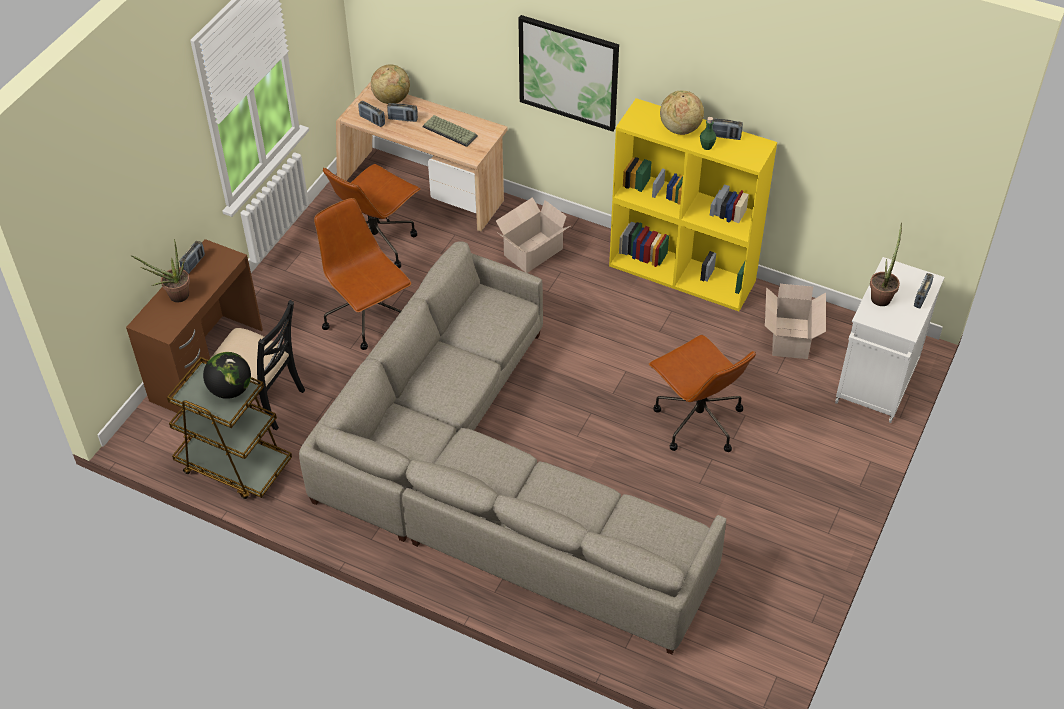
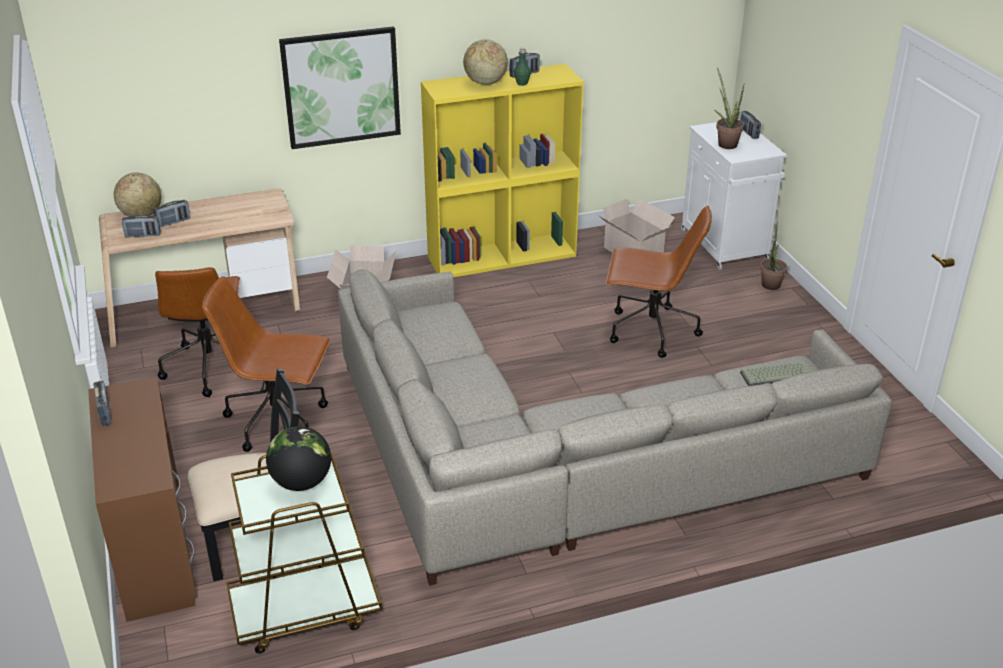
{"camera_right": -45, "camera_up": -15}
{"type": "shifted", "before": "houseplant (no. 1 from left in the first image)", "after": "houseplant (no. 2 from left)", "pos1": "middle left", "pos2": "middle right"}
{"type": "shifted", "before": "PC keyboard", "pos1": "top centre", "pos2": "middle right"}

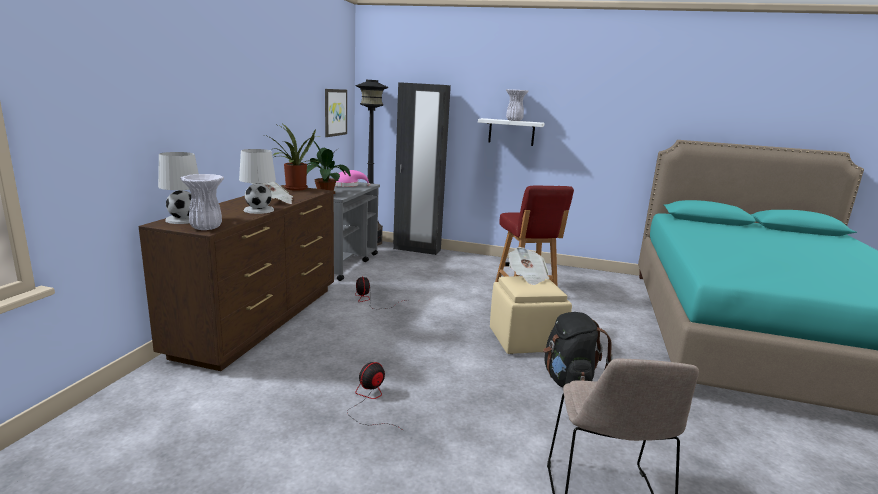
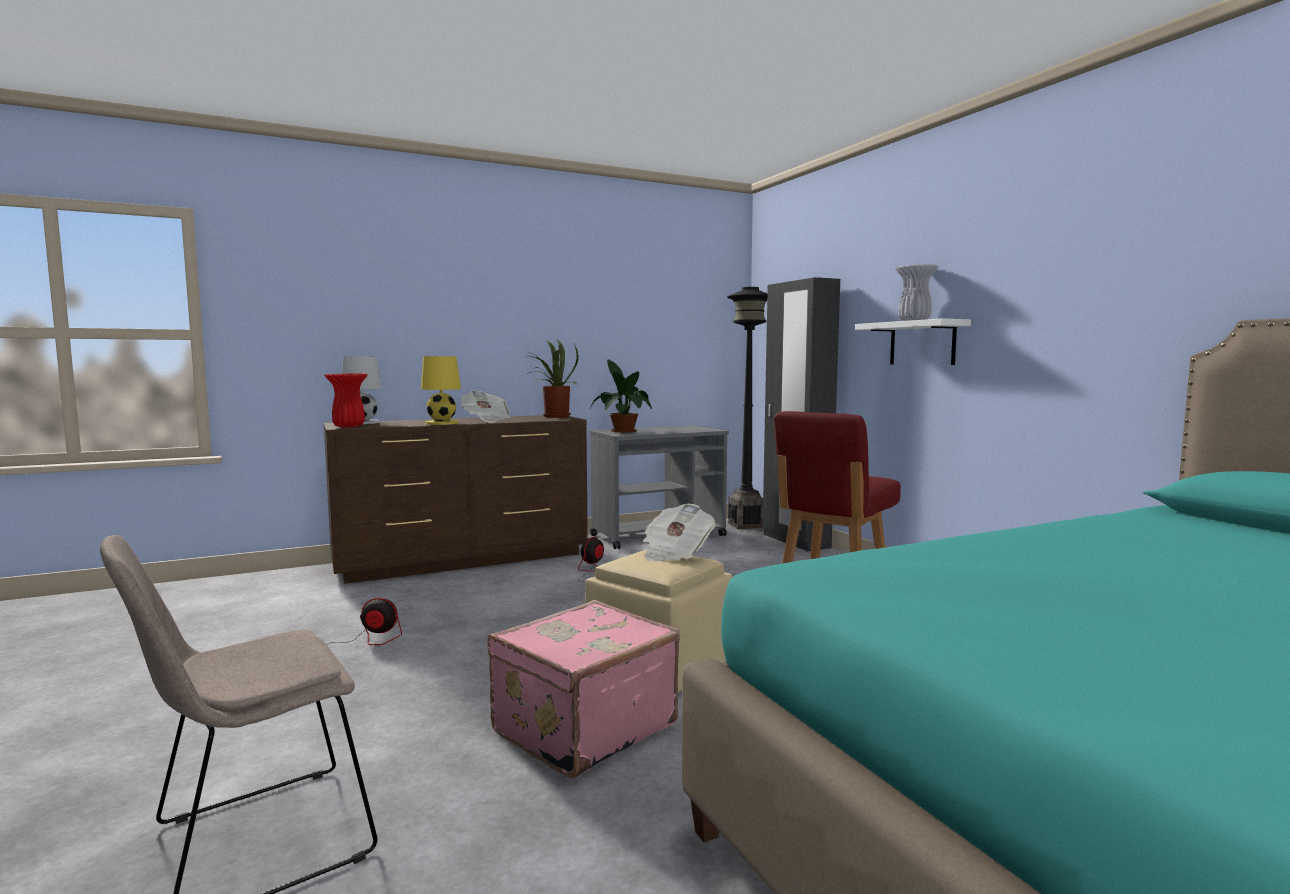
{"camera_right": 50, "camera_up": -10}
{"type": "gone", "before": "picture", "pos1": "top centre"}
{"type": "gone", "before": "pinkish wearable hat", "pos1": "centre"}
{"type": "swapped", "before": "black backpack", "after": "pinkish travel case", "pos1": "bottom centre", "pos2": "bottom centre"}
{"type": "repainted", "before": "white vase (no. 1 from left)", "after": "reddish vase", "pos1": "middle left", "pos2": "middle left"}
{"type": "repainted", "before": "white lamp for a table (no. 2 from left)", "after": "yellow-coloured lamp for a table", "pos1": "middle left", "pos2": "centre"}

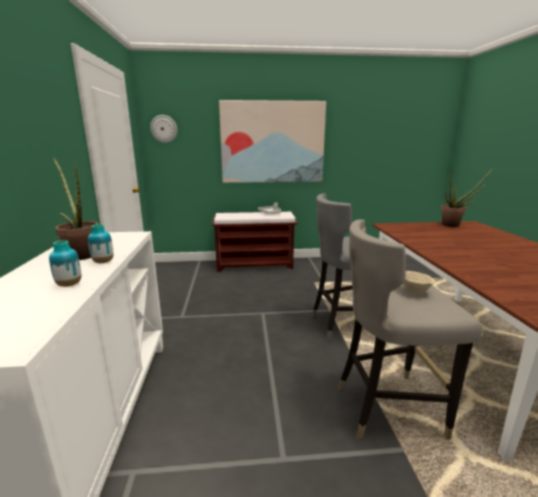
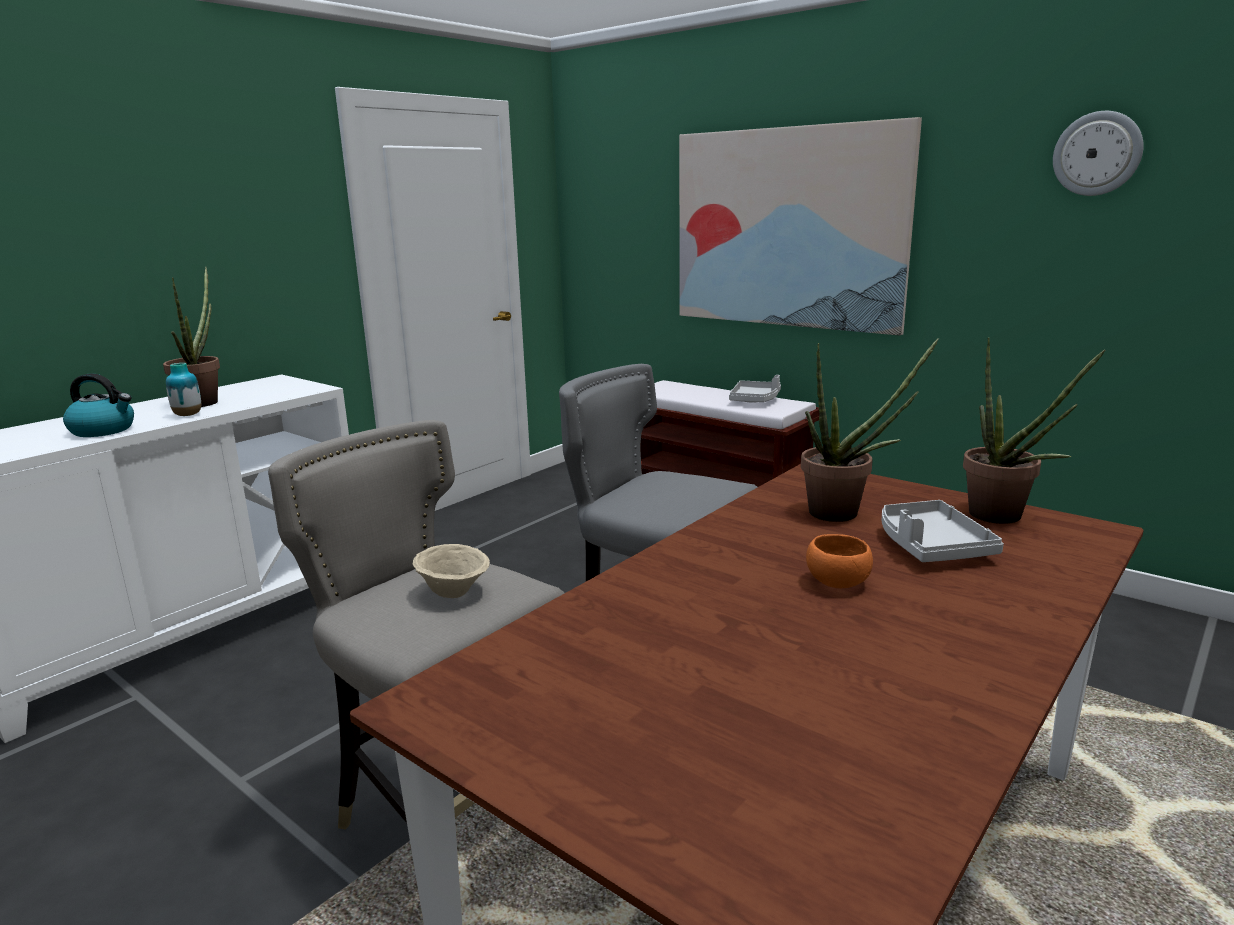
{"camera_right": 45, "camera_up": 0}
{"type": "new", "after": "houseplant (no. 2 from left)", "pos2": "middle right"}
{"type": "new", "after": "orange-coloured bowl", "pos2": "middle right"}
{"type": "new", "after": "greyish tray (no. 2 from left)", "pos2": "middle right"}
{"type": "shifted", "before": "hanging clock", "pos1": "top left", "pos2": "top right"}
{"type": "swapped", "before": "vase (no. 1 from left)", "after": "kettle", "pos1": "middle left", "pos2": "middle left"}

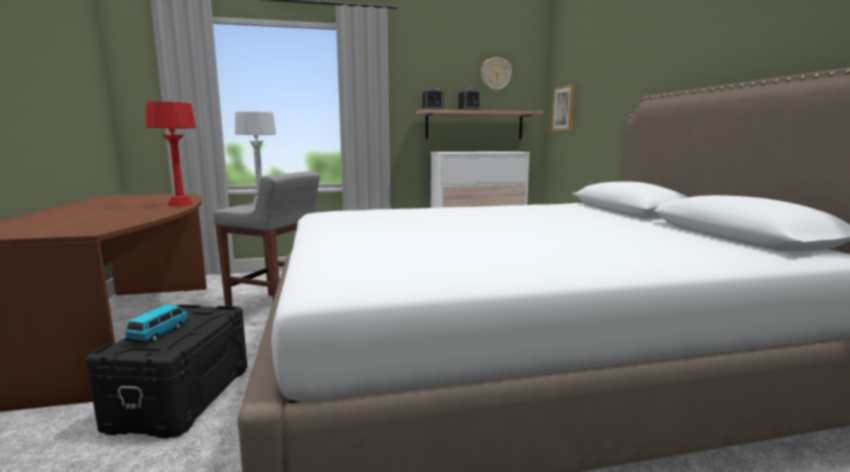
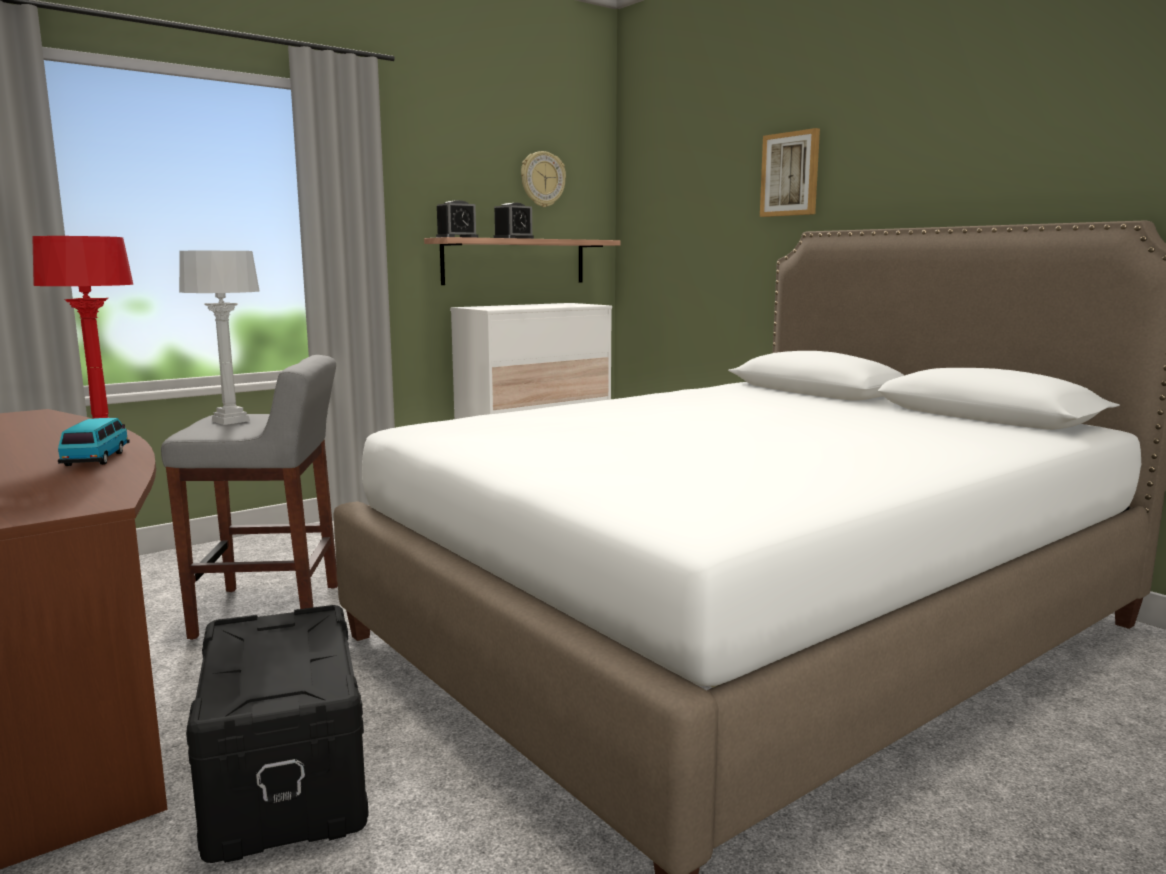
{"camera_right": -25, "camera_up": 0}
{"type": "shifted", "before": "model car", "pos1": "bottom left", "pos2": "middle left"}
{"type": "shifted", "before": "picture", "pos1": "top centre", "pos2": "top right"}

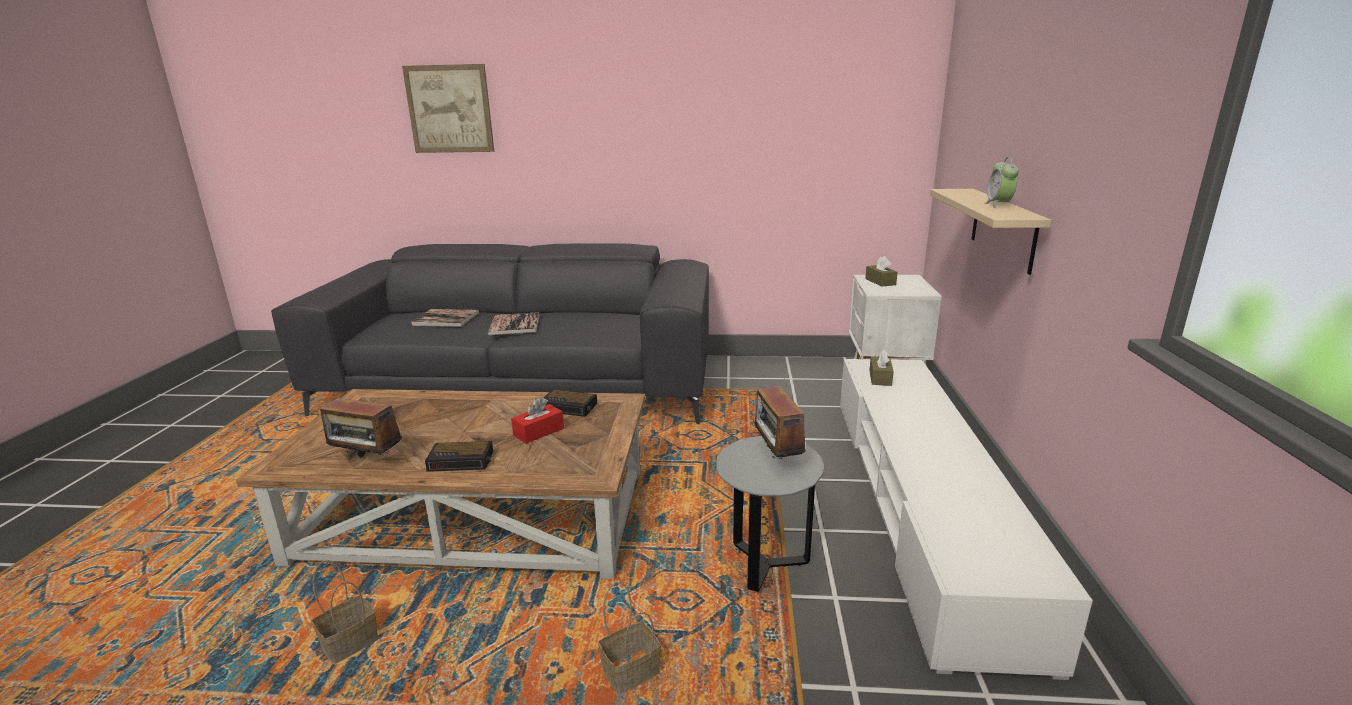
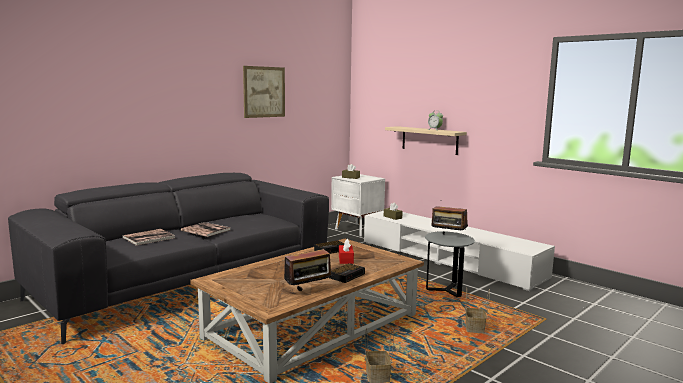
{"camera_right": -50, "camera_up": -10}
{"type": "shifted", "before": "picture", "pos1": "top left", "pos2": "top centre"}

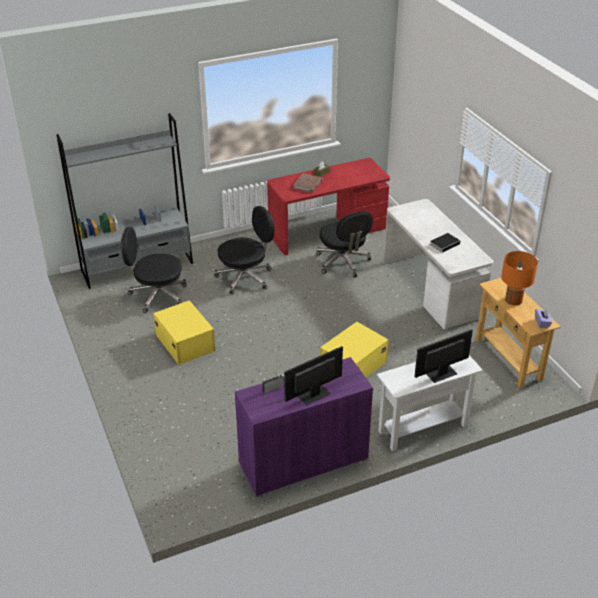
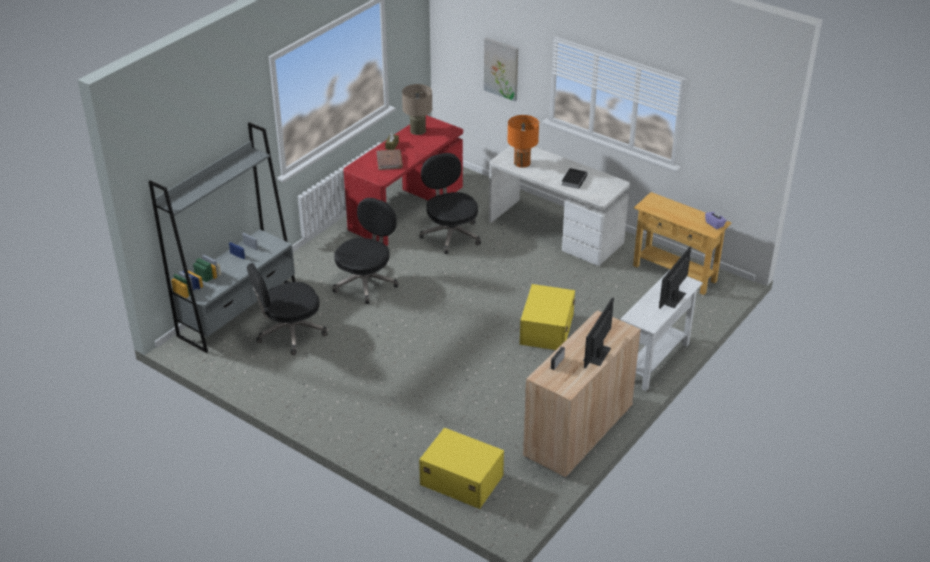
{"camera_right": -30, "camera_up": 0}
{"type": "new", "after": "beige-coloured lamp for a table", "pos2": "top centre"}
{"type": "new", "after": "picture", "pos2": "top centre"}
{"type": "shifted", "before": "yellow-coloured storage box (no. 1 from left)", "pos1": "middle left", "pos2": "bottom centre"}
{"type": "shifted", "before": "orange-coloured lamp for a table", "pos1": "middle right", "pos2": "top centre"}
{"type": "repainted", "before": "purplish storage cabinet", "after": "beige-coloured storage cabinet", "pos1": "bottom centre", "pos2": "bottom centre"}
{"type": "rotated", "before": "black computer chair (no. 3 from left)", "pos1": "centre", "pos2": "centre", "turn": -150}

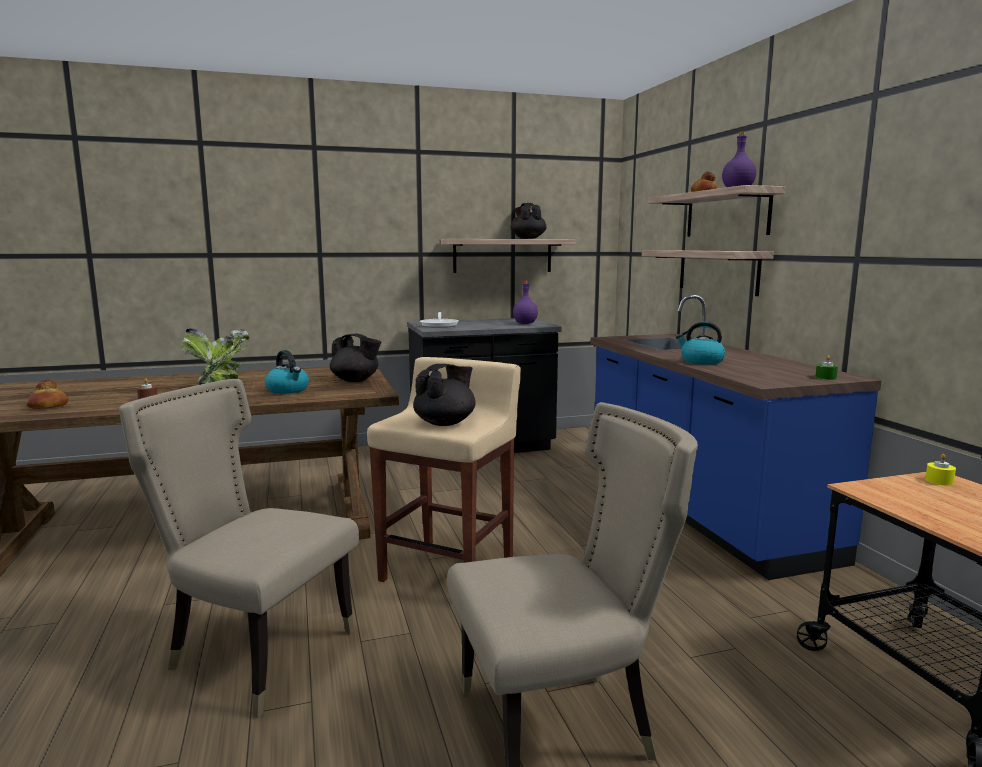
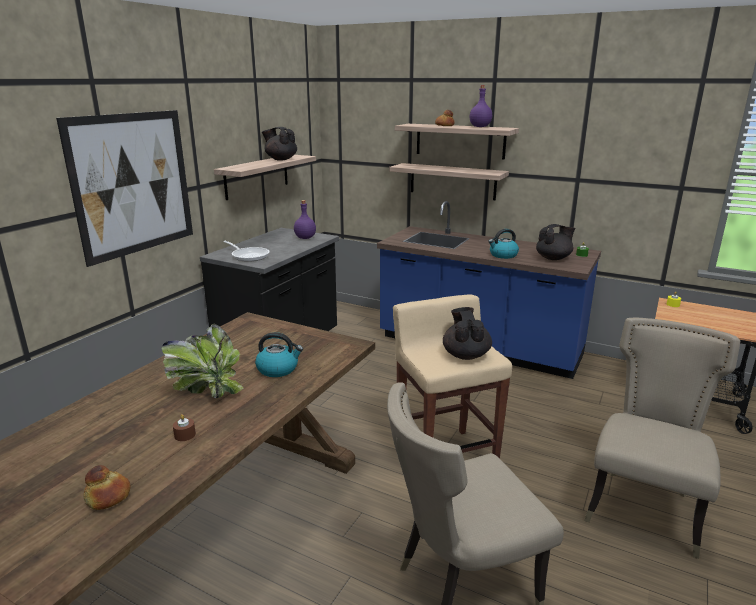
{"camera_right": -45, "camera_up": 10}
{"type": "new", "after": "picture", "pos2": "top left"}
{"type": "shifted", "before": "black tea pot (no. 1 from left in the first image)", "after": "black tea pot (no. 3 from left)", "pos1": "centre", "pos2": "middle right"}

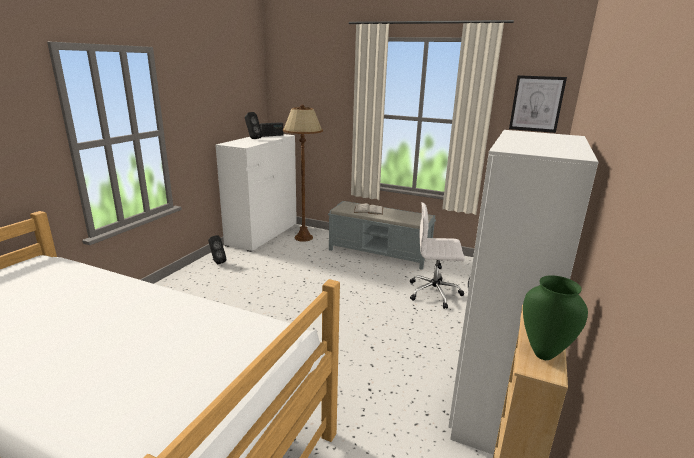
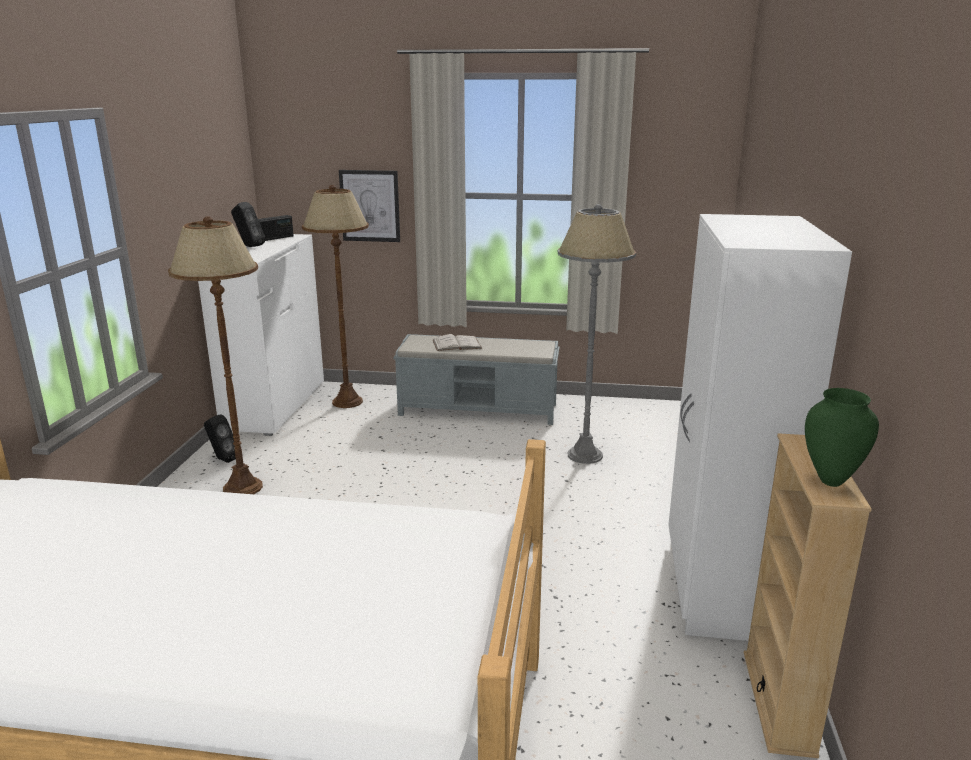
{"camera_right": -15, "camera_up": 0}
{"type": "new", "after": "brown floor lamp (no. 1 from left)", "pos2": "middle left"}
{"type": "shifted", "before": "picture", "pos1": "top right", "pos2": "top centre"}
{"type": "swapped", "before": "white computer chair", "after": "greyish floor lamp", "pos1": "centre", "pos2": "centre"}

